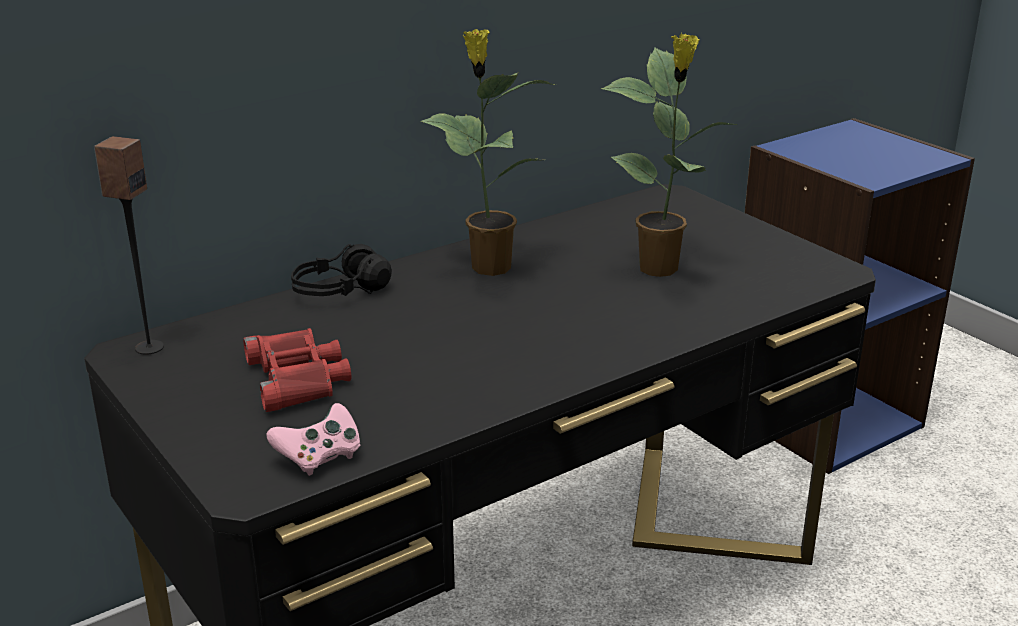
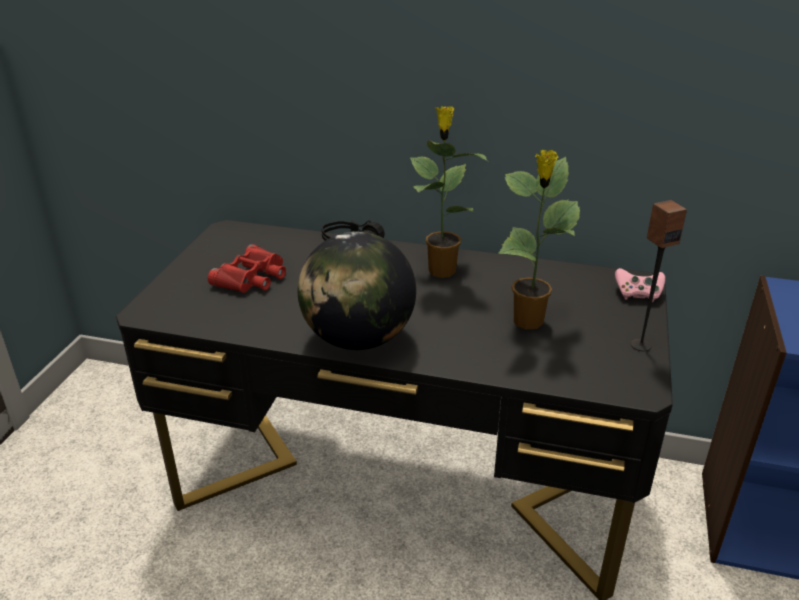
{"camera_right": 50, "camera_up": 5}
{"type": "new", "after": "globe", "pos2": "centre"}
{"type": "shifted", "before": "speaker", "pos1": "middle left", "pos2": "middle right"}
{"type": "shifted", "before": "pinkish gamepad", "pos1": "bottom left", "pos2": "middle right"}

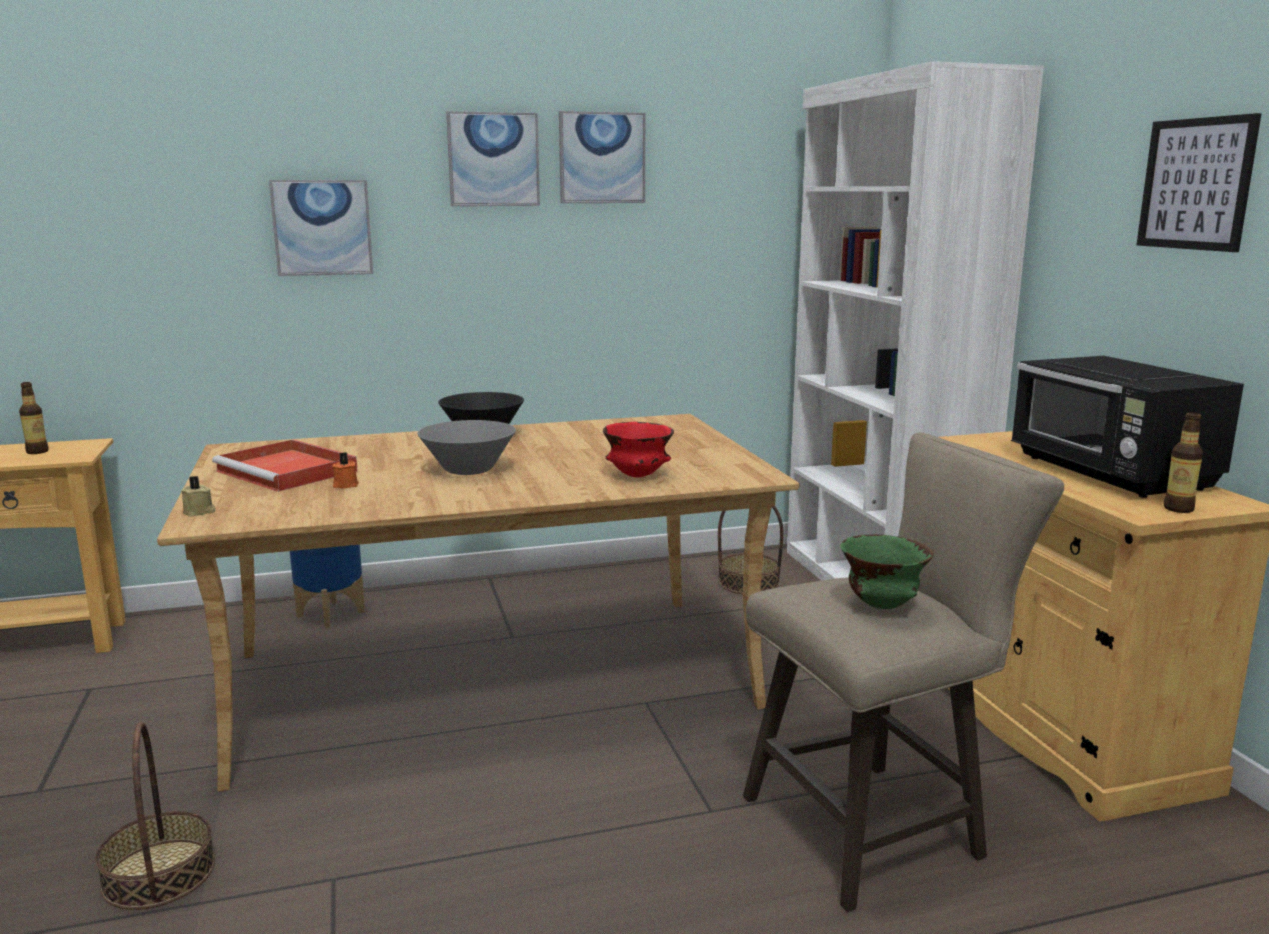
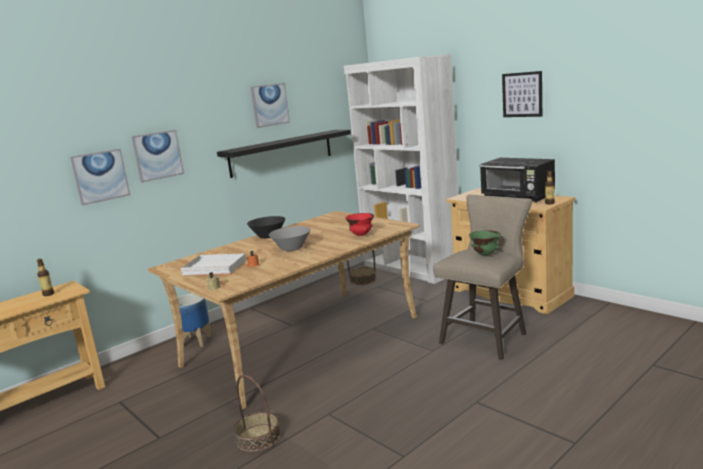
{"camera_right": -25, "camera_up": 0}
{"type": "new", "after": "black shelf", "pos2": "top centre"}
{"type": "shifted", "before": "picture (no. 2 from left in the first image)", "after": "picture (no. 1 from left)", "pos1": "top centre", "pos2": "middle left"}
{"type": "repainted", "before": "reddish tray", "after": "white tray", "pos1": "middle left", "pos2": "middle left"}

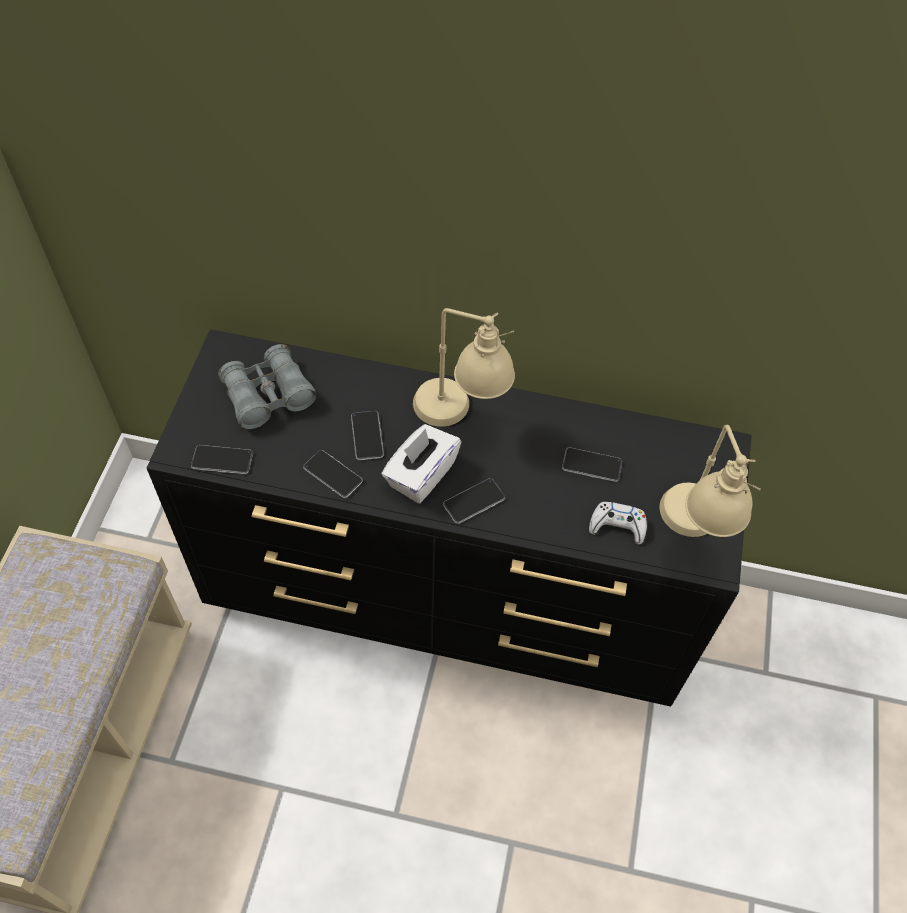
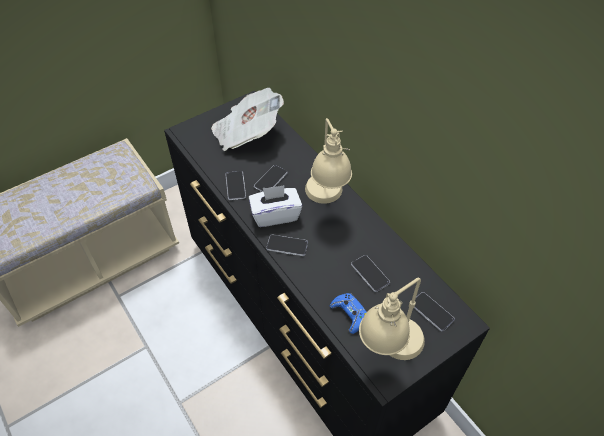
{"camera_right": 45, "camera_up": -5}
{"type": "shifted", "before": "handset (no. 1 from left in the first image)", "after": "handset (no. 5 from left)", "pos1": "middle left", "pos2": "bottom right"}
{"type": "swapped", "before": "greyish field glasses", "after": "daily paper", "pos1": "middle left", "pos2": "top centre"}
{"type": "repainted", "before": "white gamepad", "after": "blue-coloured gamepad", "pos1": "middle right", "pos2": "bottom centre"}

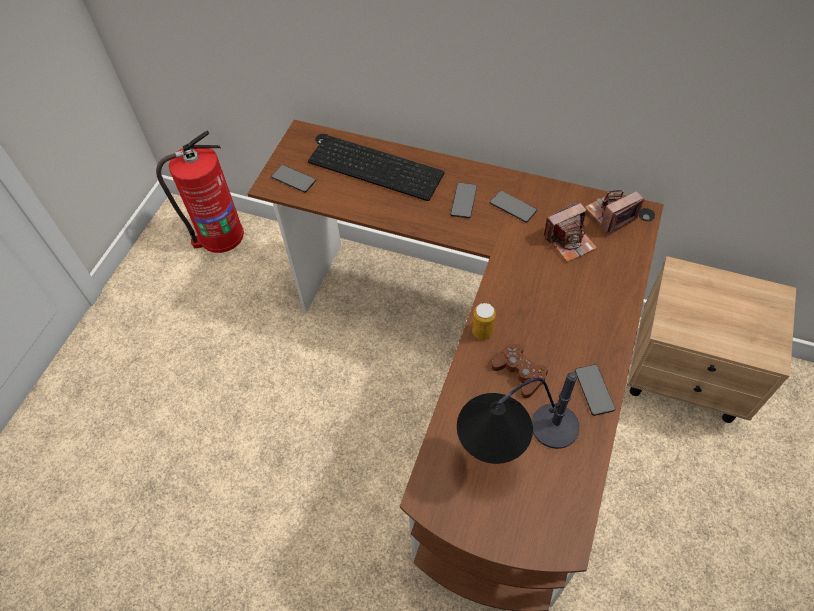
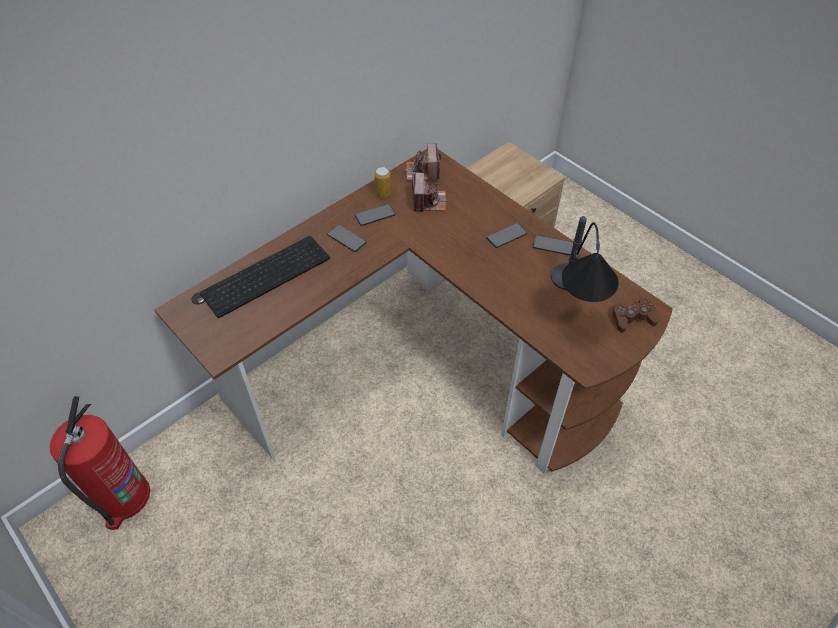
{"camera_right": -65, "camera_up": -5}
{"type": "shifted", "before": "handset (no. 1 from left in the first image)", "after": "handset (no. 3 from left)", "pos1": "top centre", "pos2": "centre"}
{"type": "shifted", "before": "metal can", "pos1": "centre", "pos2": "top centre"}
{"type": "shifted", "before": "brown gamepad", "pos1": "centre", "pos2": "middle right"}

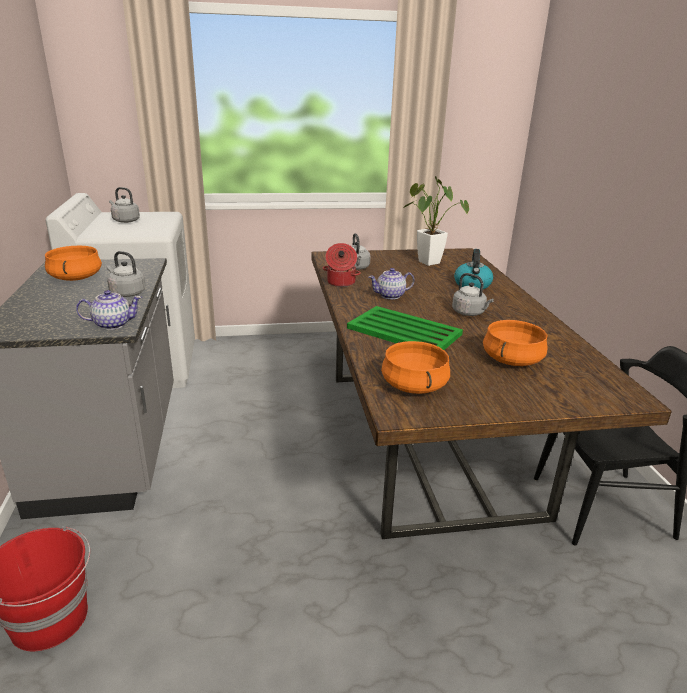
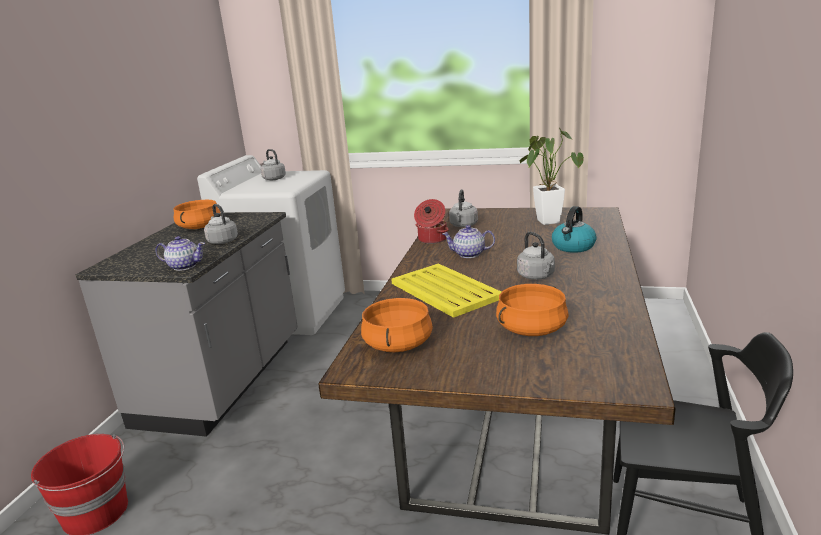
{"camera_right": 25, "camera_up": -5}
{"type": "repainted", "before": "green tray", "after": "yellow-coloured tray", "pos1": "centre", "pos2": "centre"}

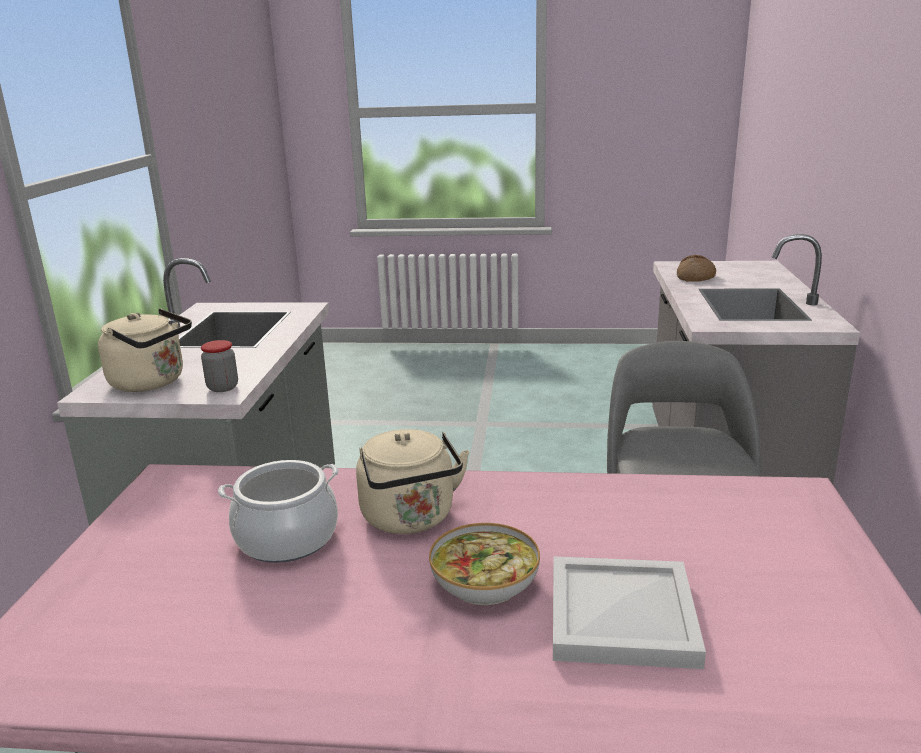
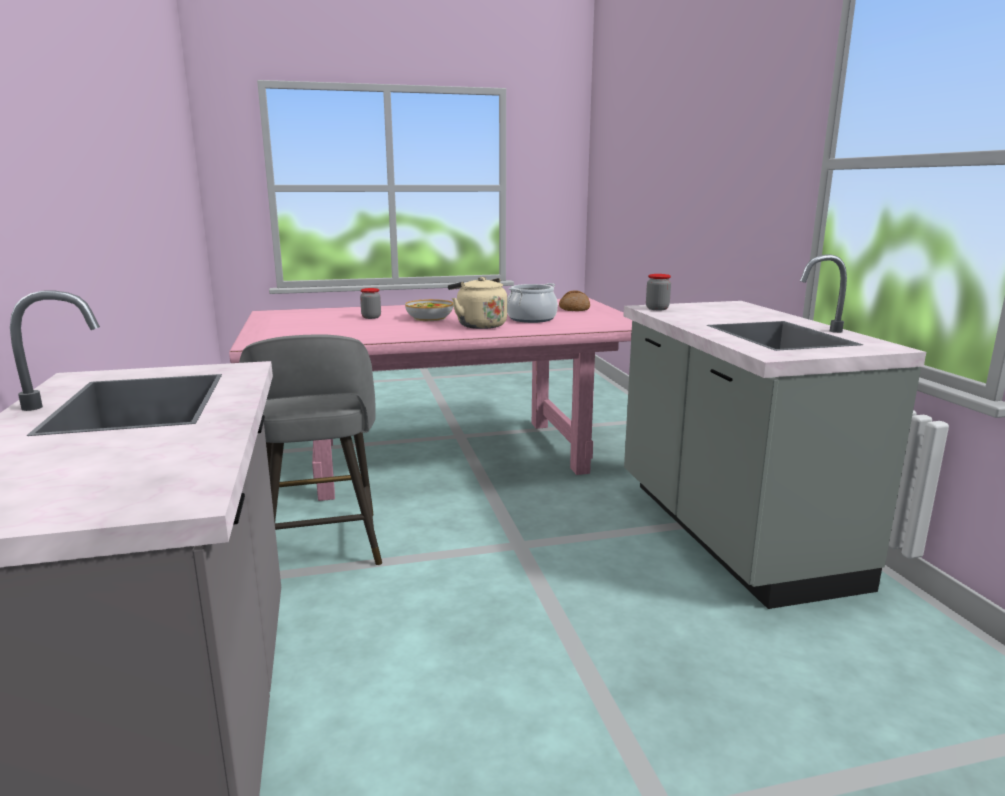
{"camera_right": 160, "camera_up": -5}
{"type": "gone", "before": "beige-coloured kettle (no. 1 from left)", "pos1": "middle left"}
{"type": "shifted", "before": "bakery bread", "pos1": "middle right", "pos2": "centre"}
{"type": "swapped", "before": "white tray", "after": "preserve jar (no. 1 from left)", "pos1": "bottom right", "pos2": "centre"}

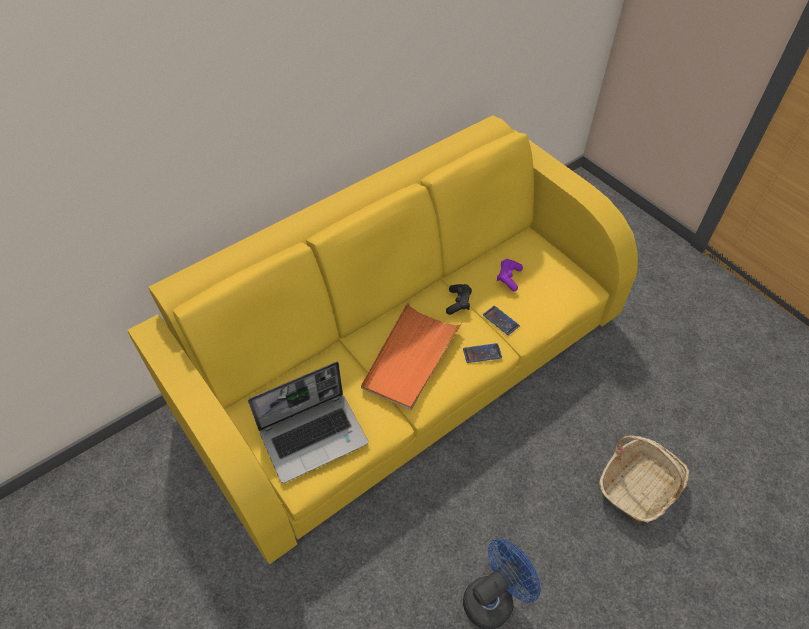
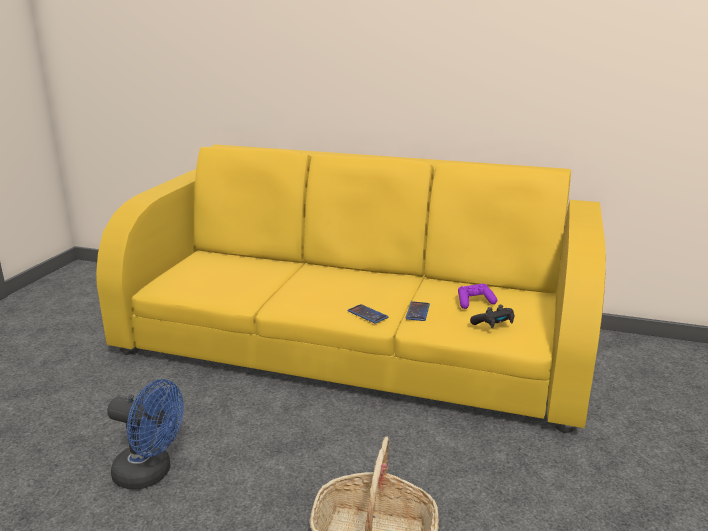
{"camera_right": 55, "camera_up": -30}
{"type": "gone", "before": "portable computer", "pos1": "bottom centre"}
{"type": "gone", "before": "orange-coloured tray", "pos1": "centre"}
{"type": "shifted", "before": "black gamepad", "pos1": "centre", "pos2": "middle right"}

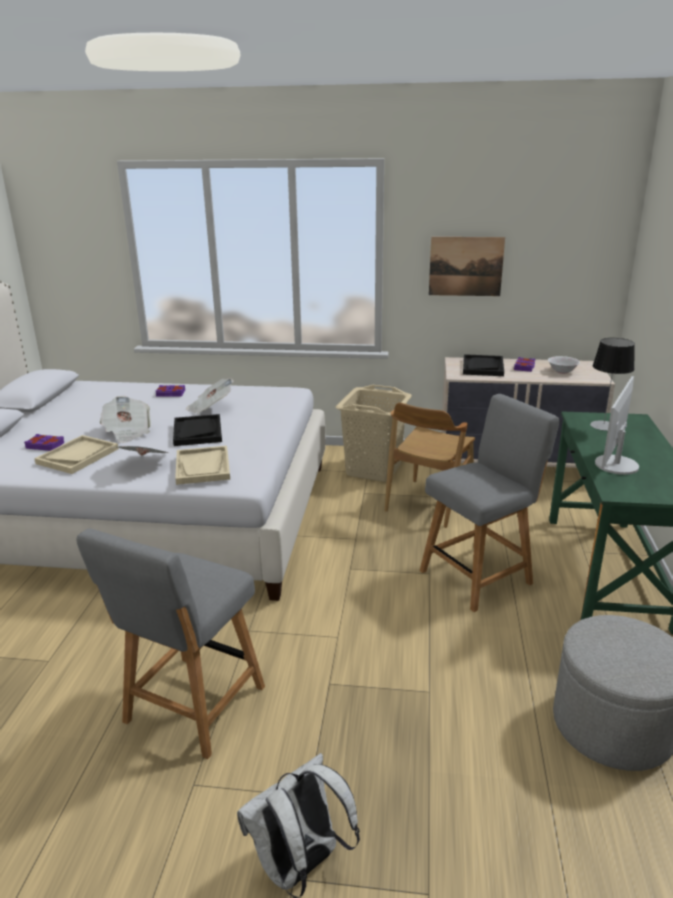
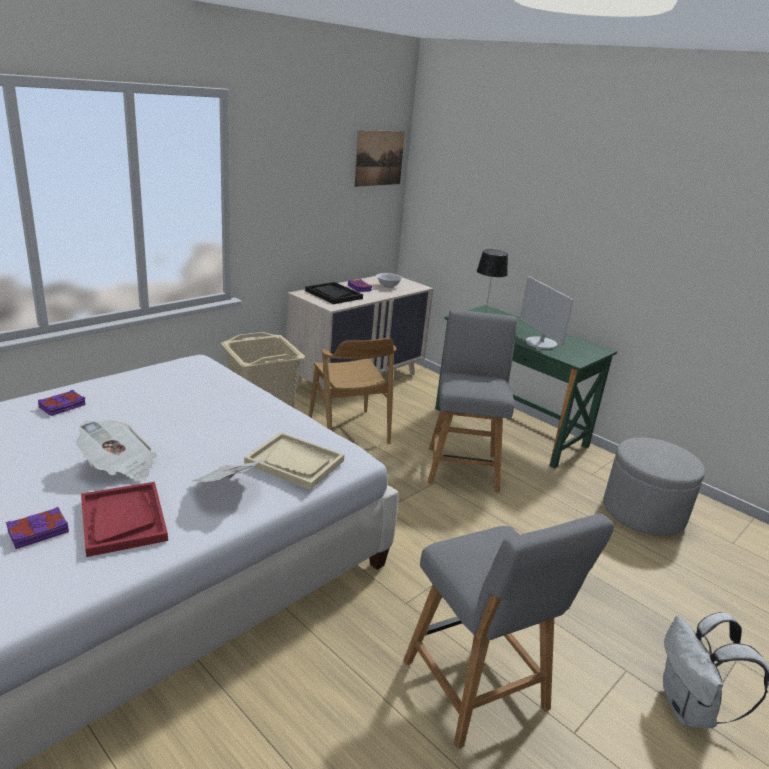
{"camera_right": -55, "camera_up": 0}
{"type": "gone", "before": "black tray (no. 1 from left)", "pos1": "middle left"}
{"type": "gone", "before": "daily paper (no. 3 from left)", "pos1": "middle left"}
{"type": "shifted", "before": "picture", "pos1": "top right", "pos2": "top centre"}
{"type": "repainted", "before": "beige-coloured tray (no. 1 from left)", "after": "reddish tray", "pos1": "middle left", "pos2": "bottom left"}

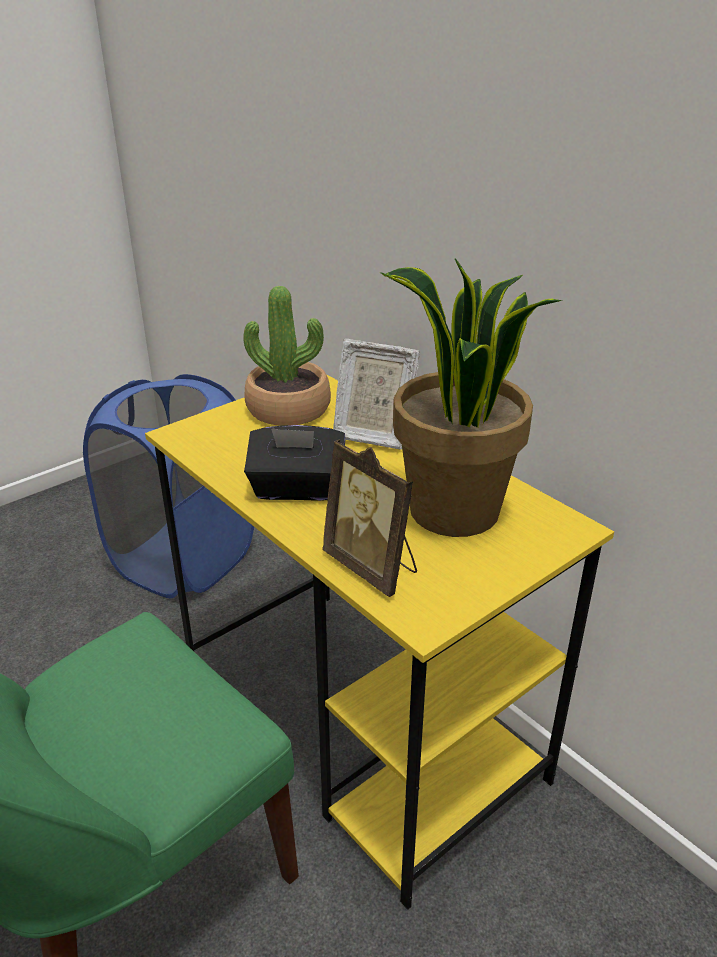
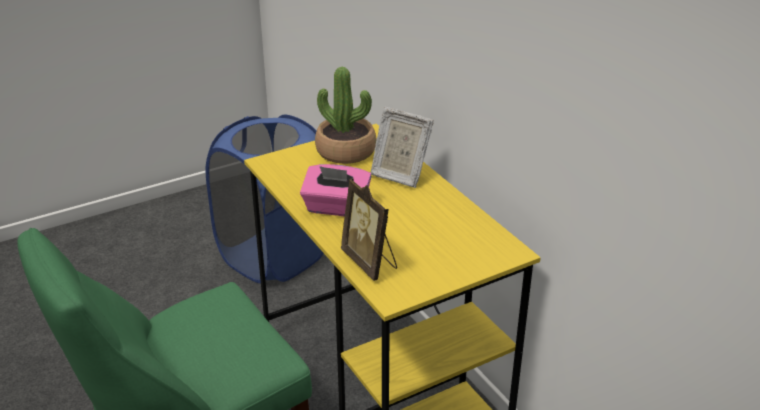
{"camera_right": 10, "camera_up": 0}
{"type": "gone", "before": "houseplant (no. 2 from left)", "pos1": "centre"}
{"type": "repainted", "before": "black box of tissues", "after": "pinkish box of tissues", "pos1": "centre", "pos2": "centre"}

